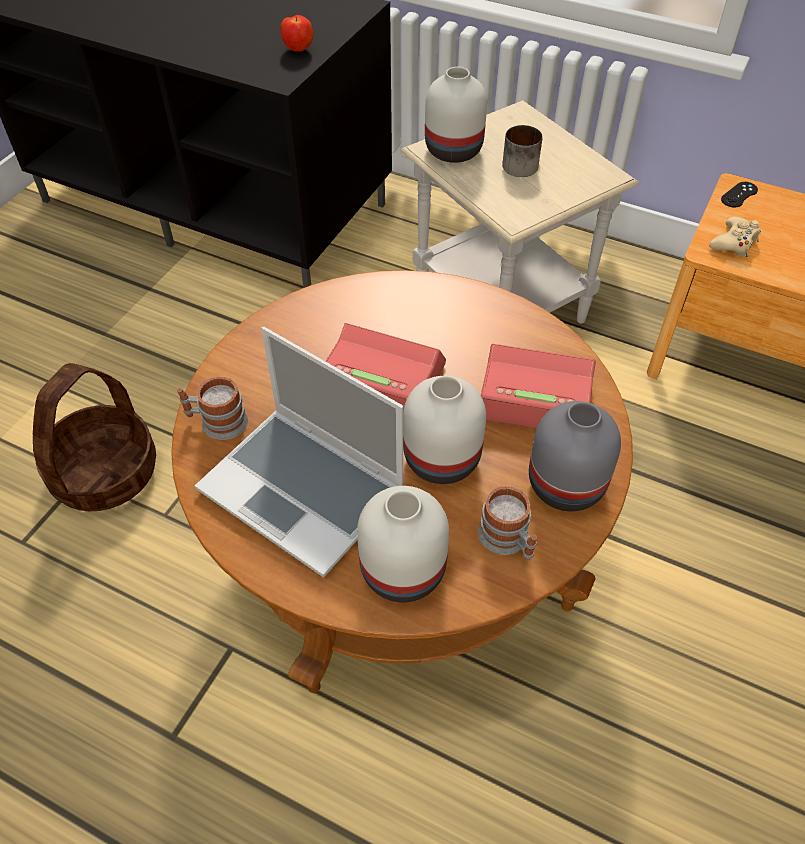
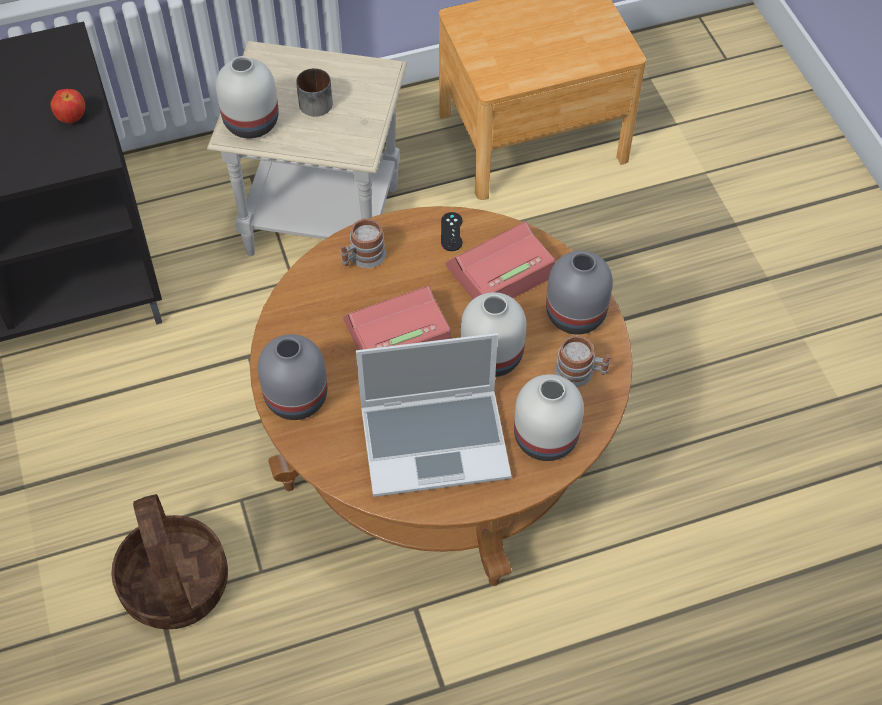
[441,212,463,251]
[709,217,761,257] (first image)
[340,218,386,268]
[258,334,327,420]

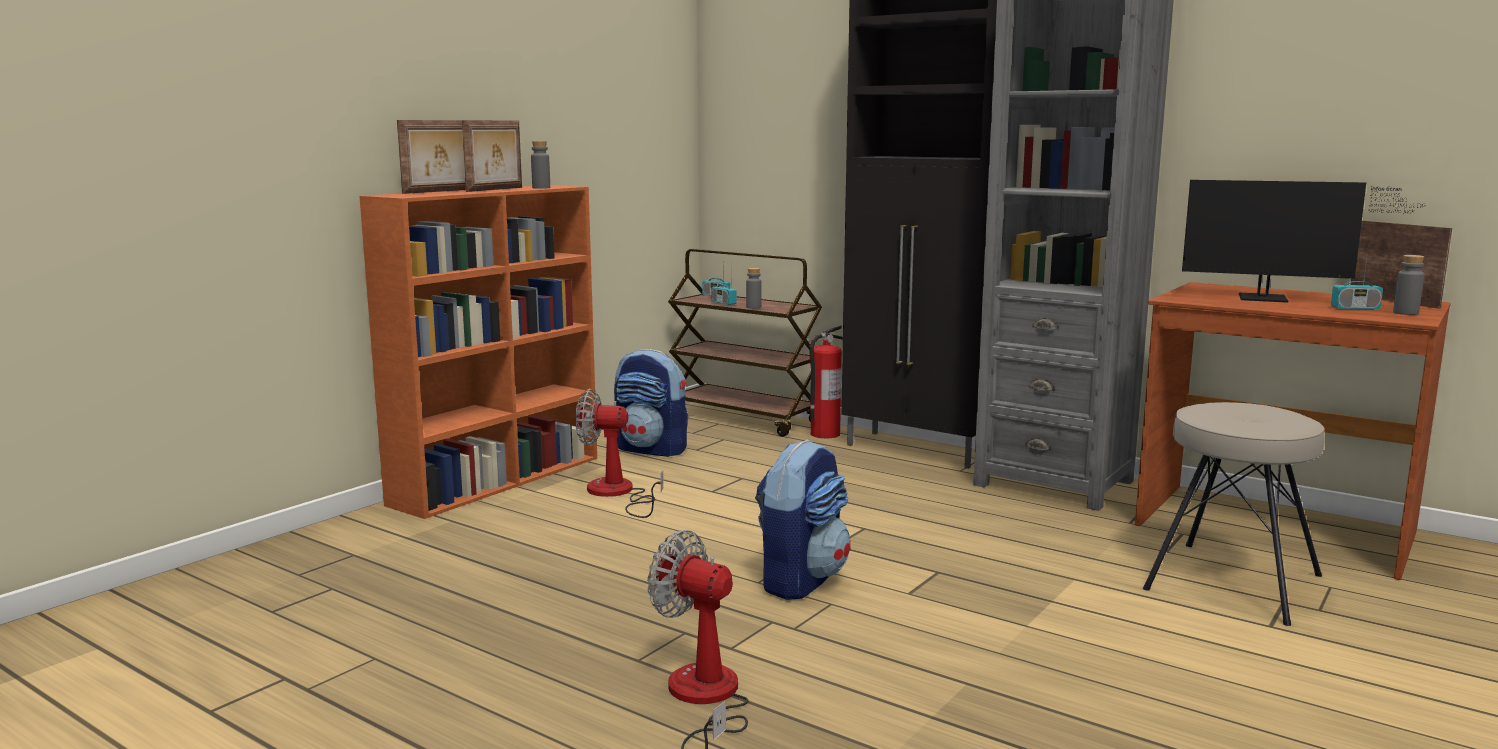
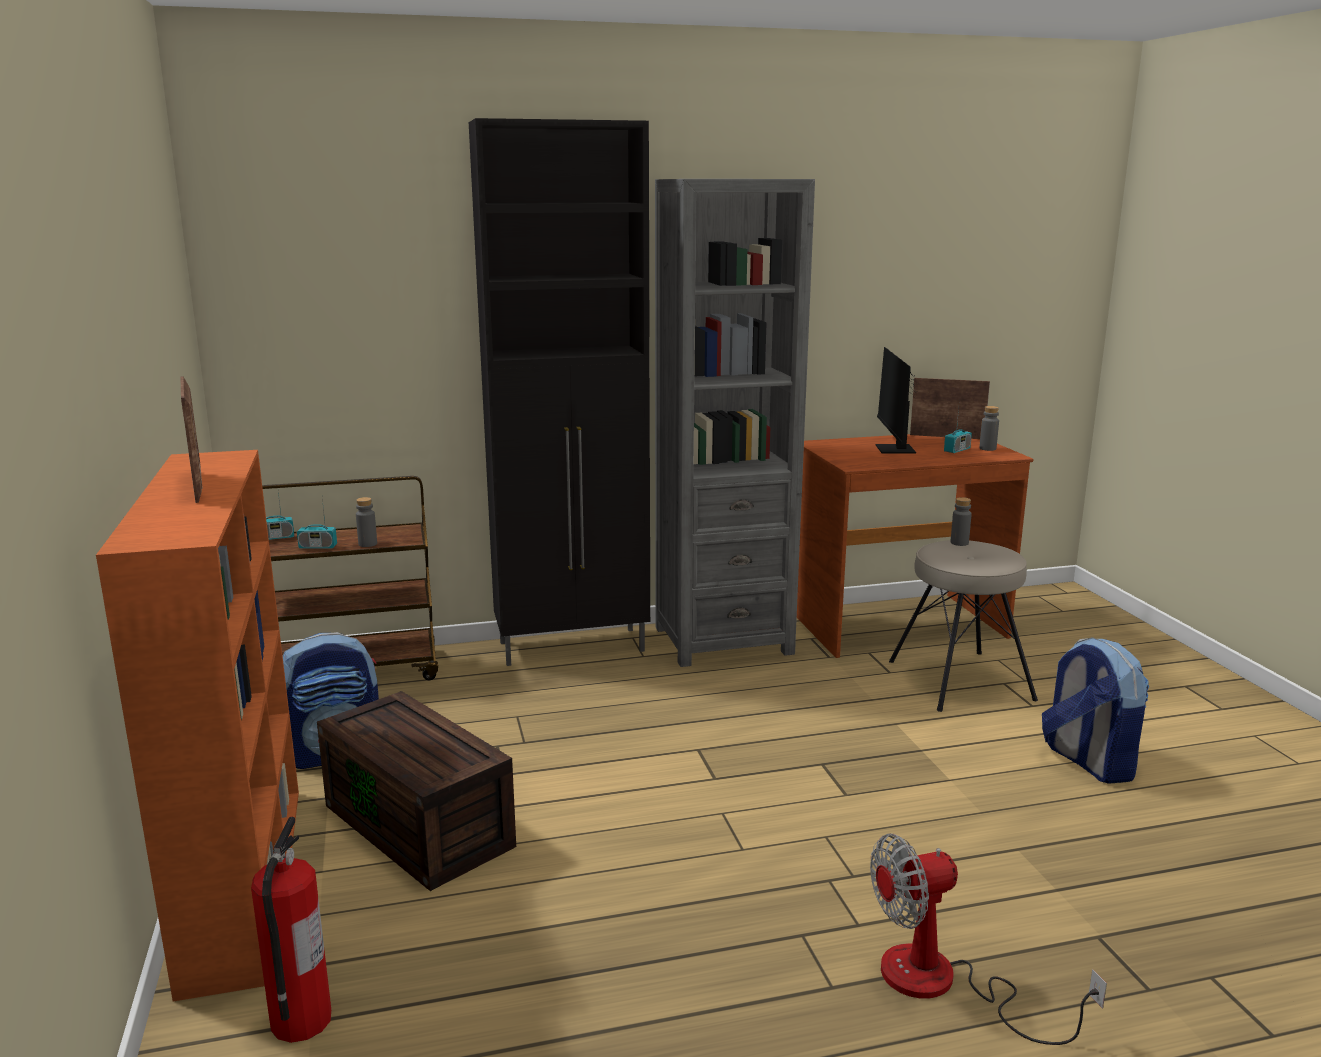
[397,120,466,194] (first image)
[951,497,972,546]
[876,347,918,454]
[251,817,331,1043]
[317,691,516,891]
[1042,637,1149,784]

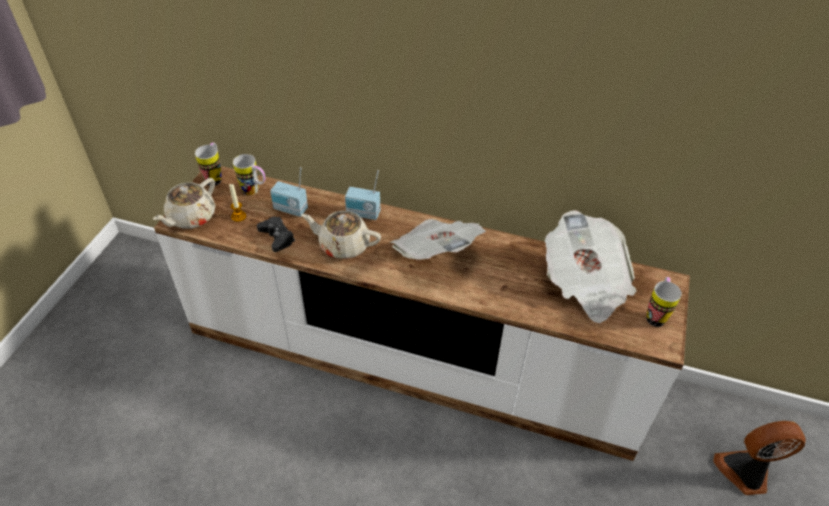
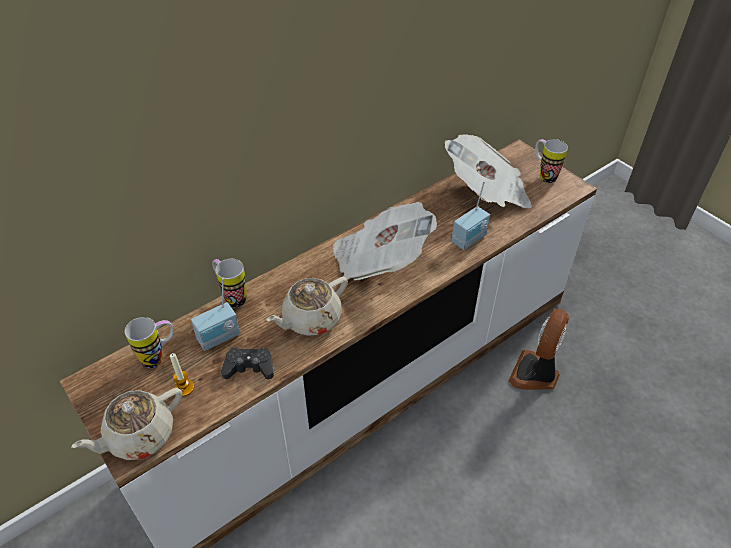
[212,259,247,308]
[451,181,490,250]
[72,388,182,460]
[509,308,569,390]

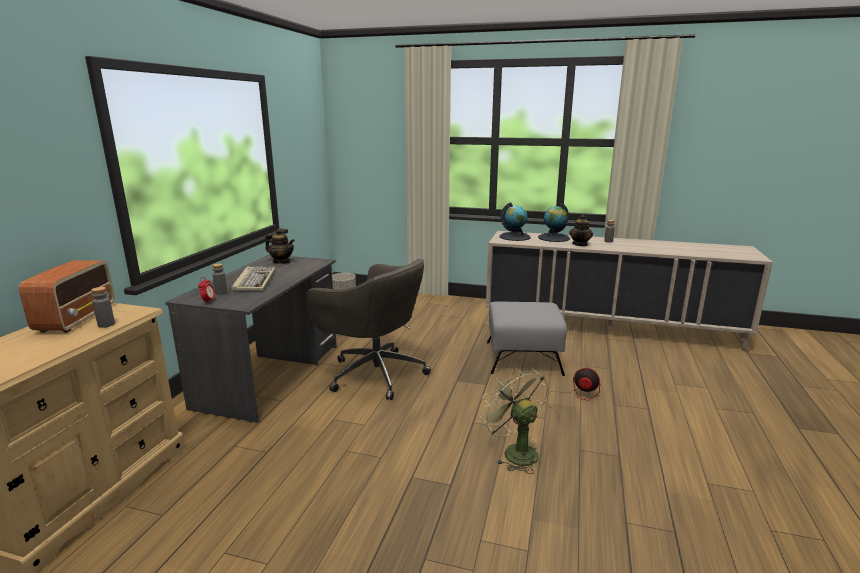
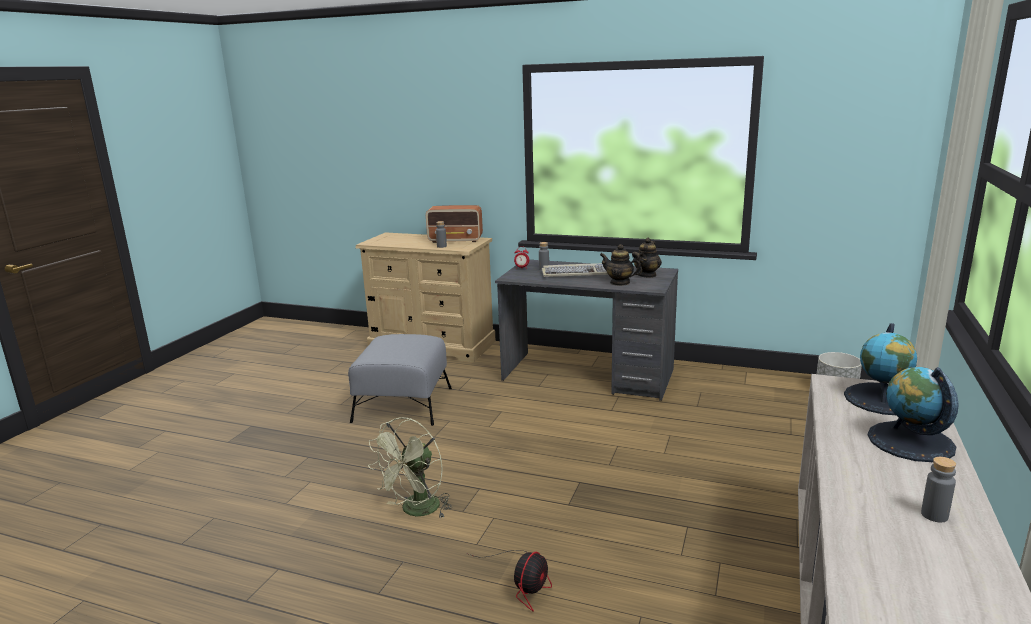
[600,244,642,286]
[306,259,431,400] (first image)
[348,334,452,426]
[368,417,452,518]

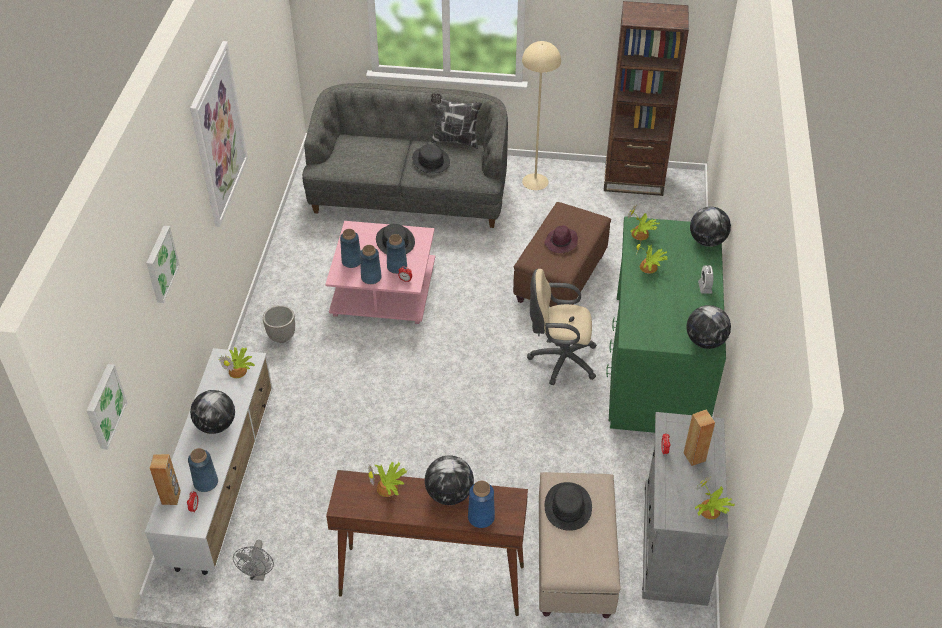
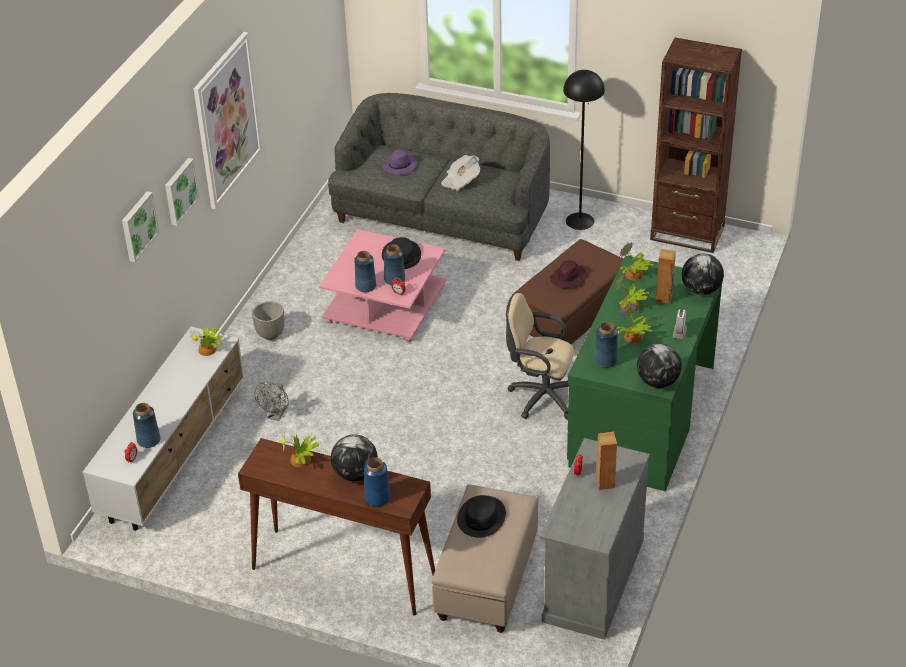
[563,70,605,230]
[431,93,482,149] (first image)
[441,155,480,191]
[594,322,618,368]
[165,158,199,226]
[190,390,235,434] (first image)
[656,249,676,304]
[617,303,652,343]
[254,382,289,421]
[382,149,417,175]

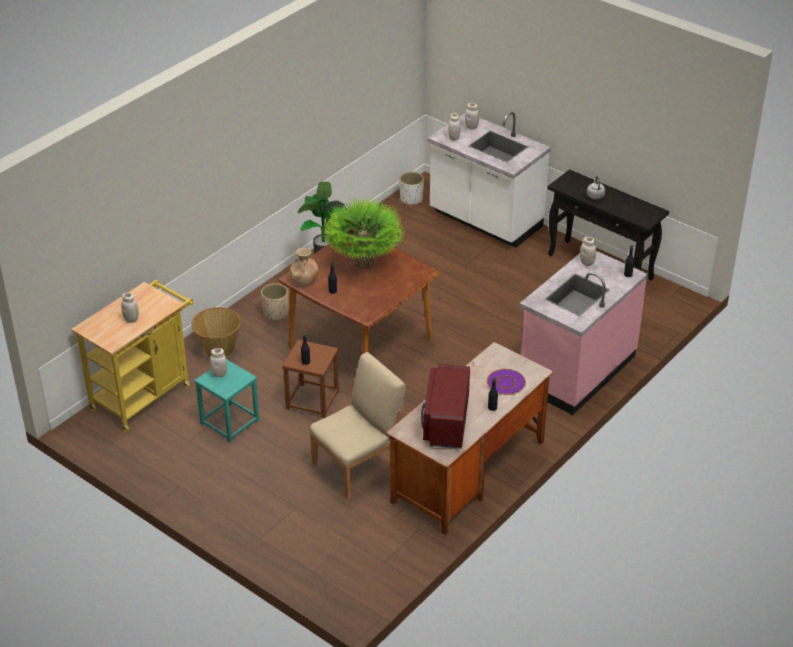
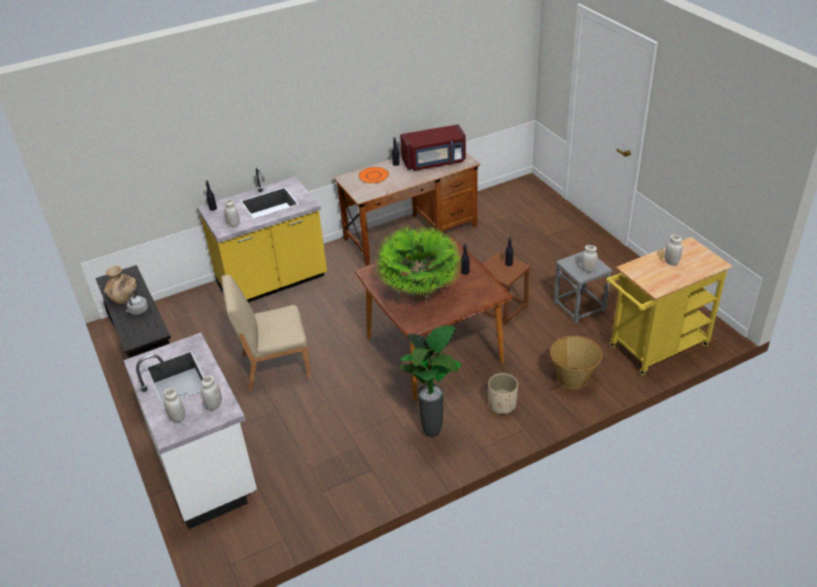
[399,172,424,205] (first image)
[104,265,137,304]
[197,167,327,302]
[221,275,311,392]
[554,251,612,323]
[400,124,466,171]
[358,167,389,184]

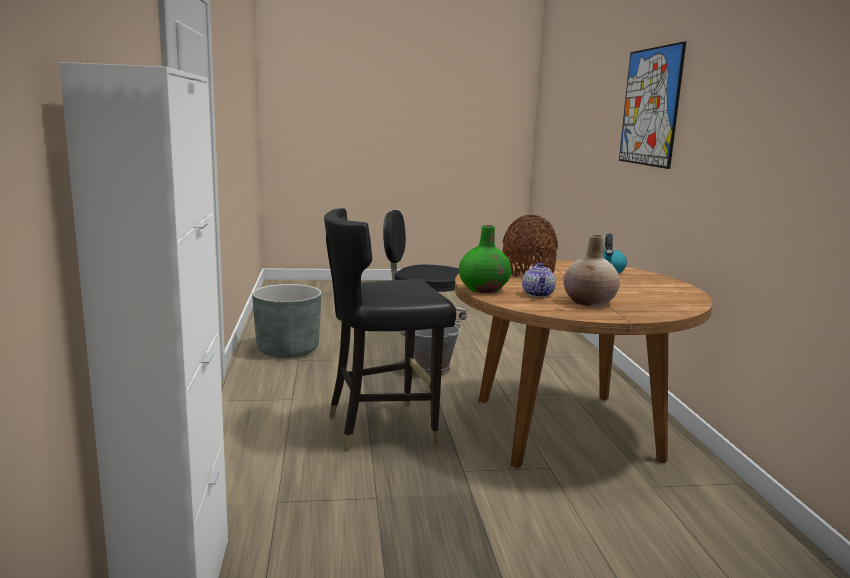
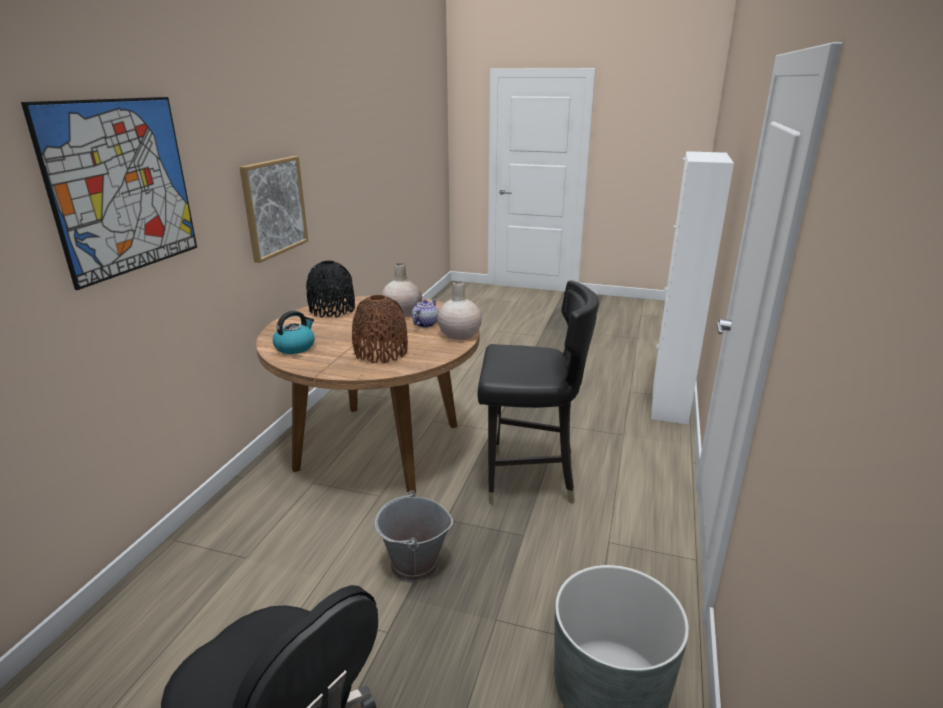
[437,281,482,340]
[239,156,308,263]
[306,261,355,318]

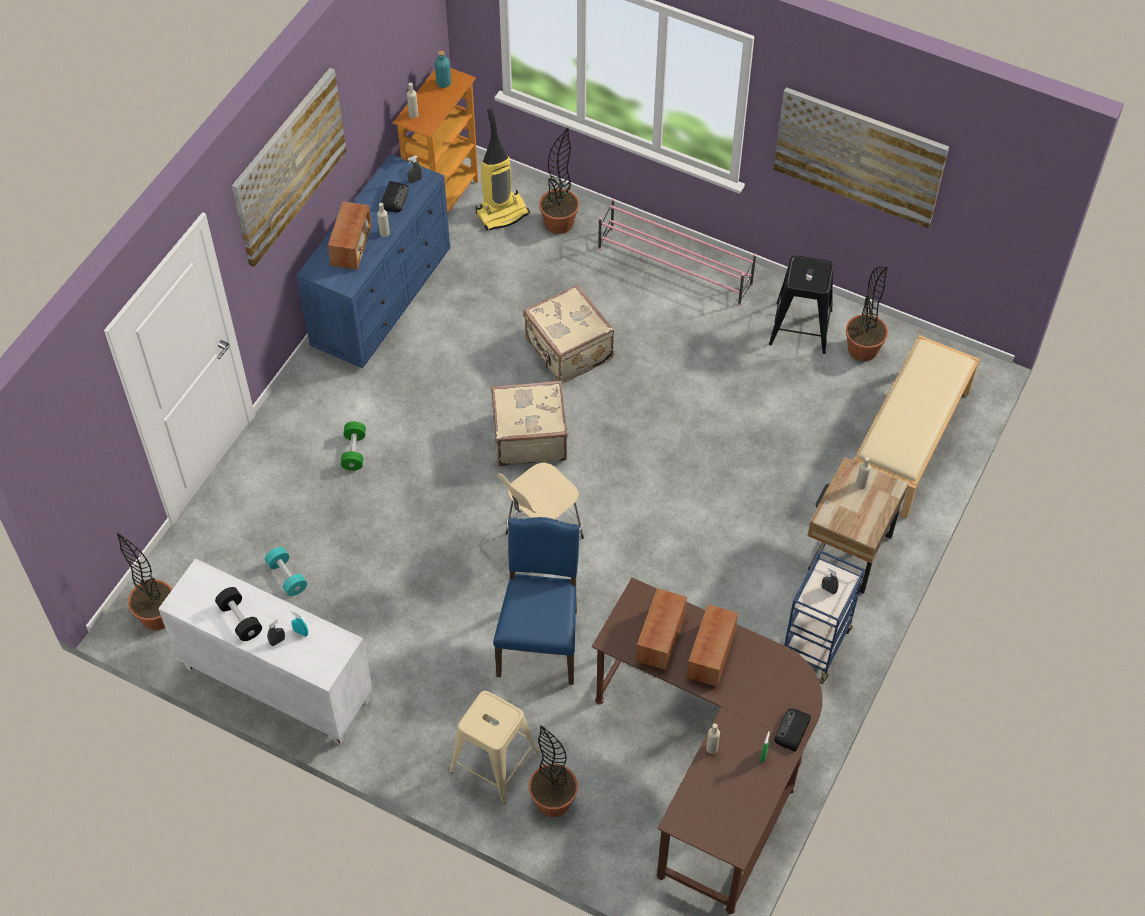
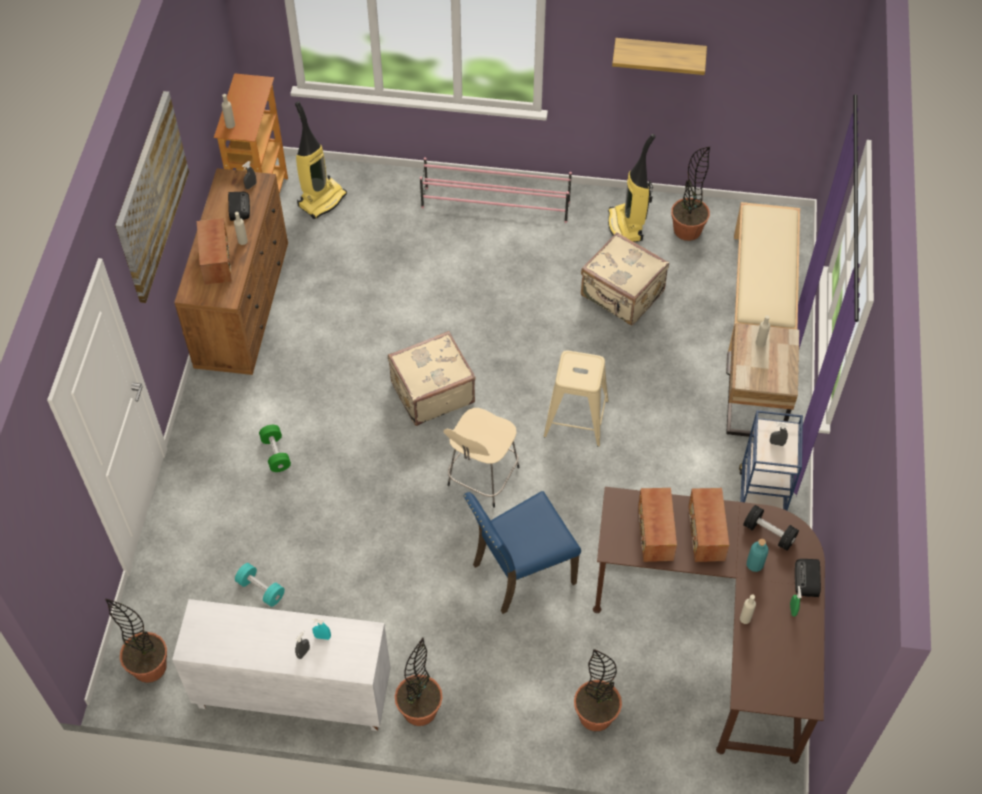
[746,539,768,572]
[612,38,707,75]
[395,638,443,726]
[174,168,288,375]
[608,134,655,242]
[581,232,669,326]
[463,491,581,614]
[743,505,799,551]
[544,351,609,447]

